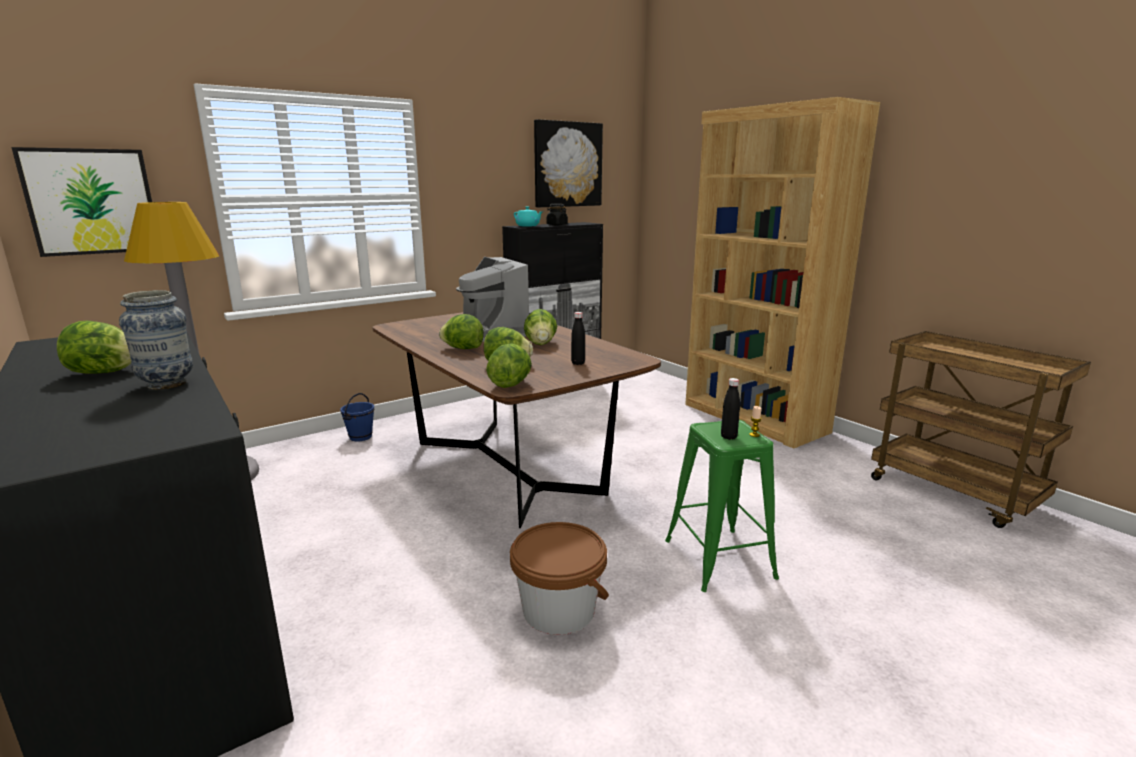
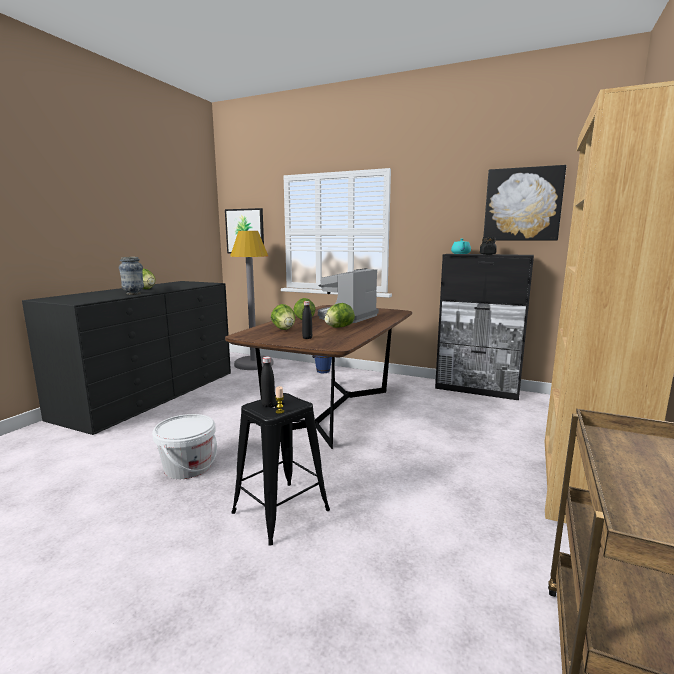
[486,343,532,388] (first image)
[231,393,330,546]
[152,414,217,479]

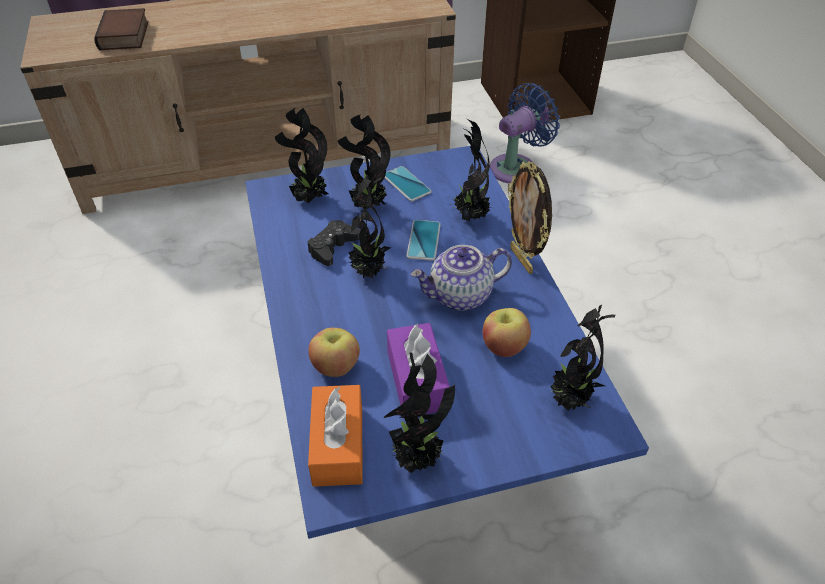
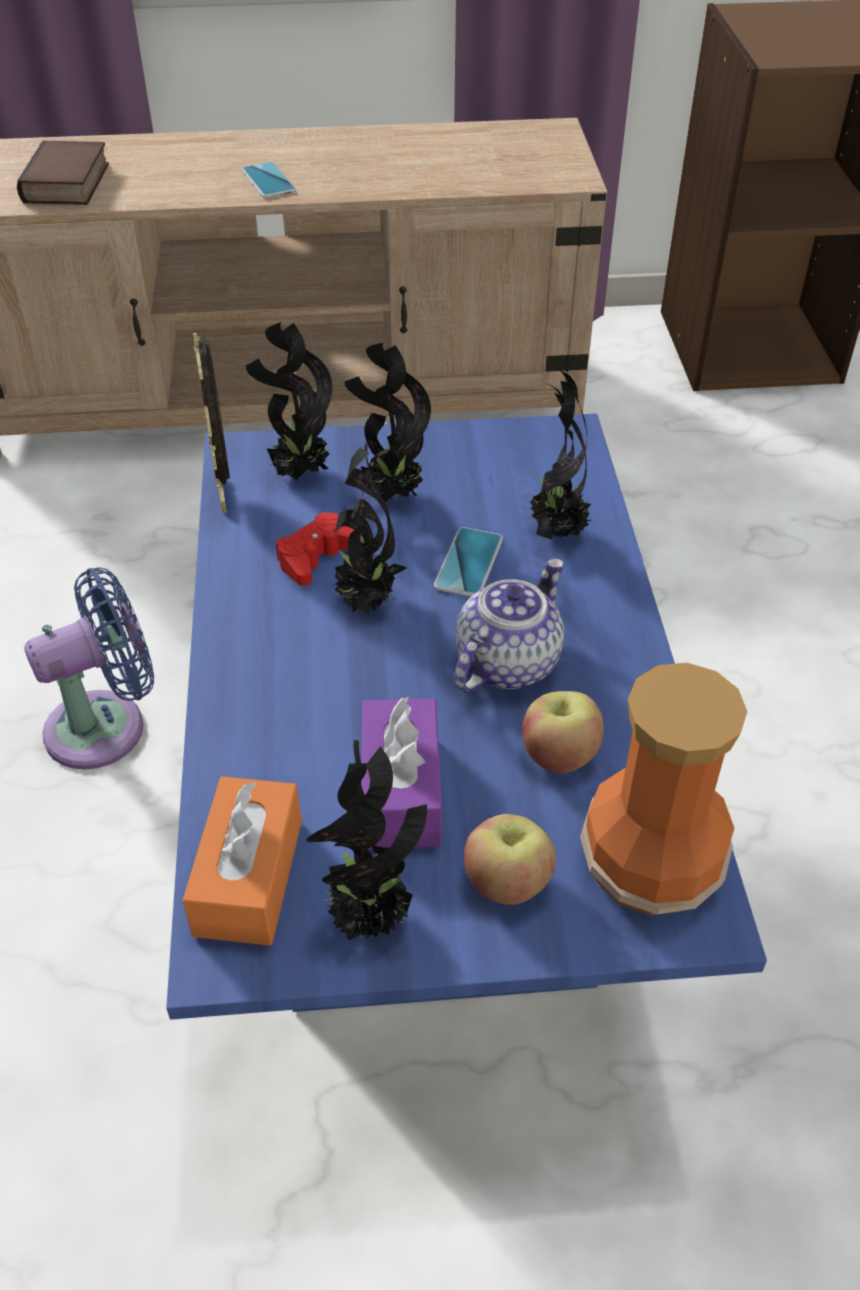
[24,567,154,769]
[193,333,230,513]
[242,162,296,198]
[276,512,361,586]
[454,559,564,693]
[580,663,748,915]
[464,814,556,905]

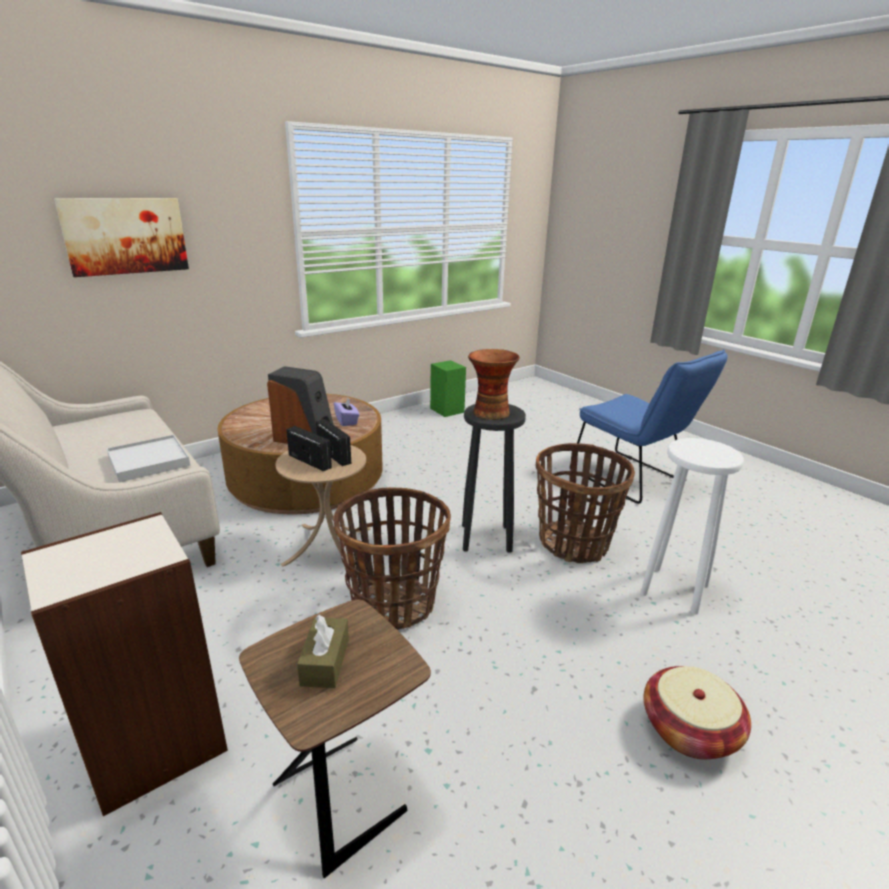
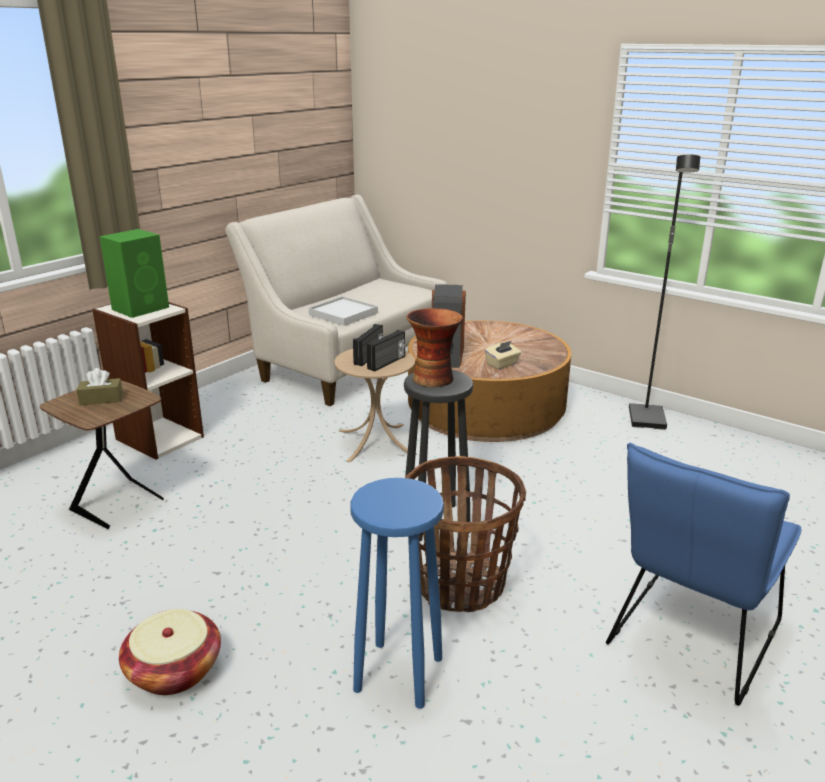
[54,198,189,277] (first image)
[99,229,169,318]
[485,341,521,369]
[350,478,444,709]
[333,487,451,630] (first image)
[629,155,700,430]

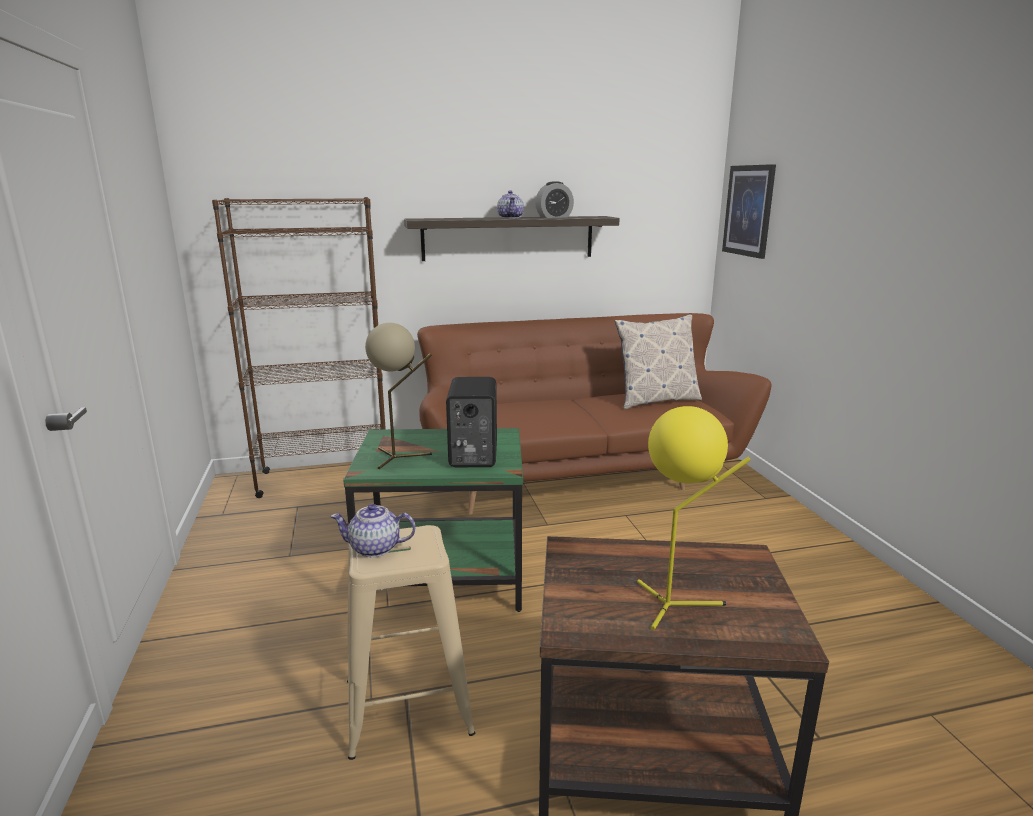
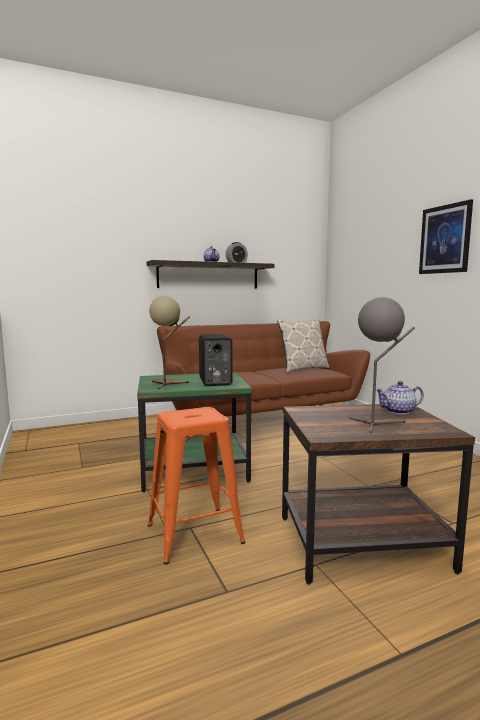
[419,199,473,274]
[212,197,386,498] (first image)
[349,297,415,433]
[376,381,424,414]
[148,407,245,564]

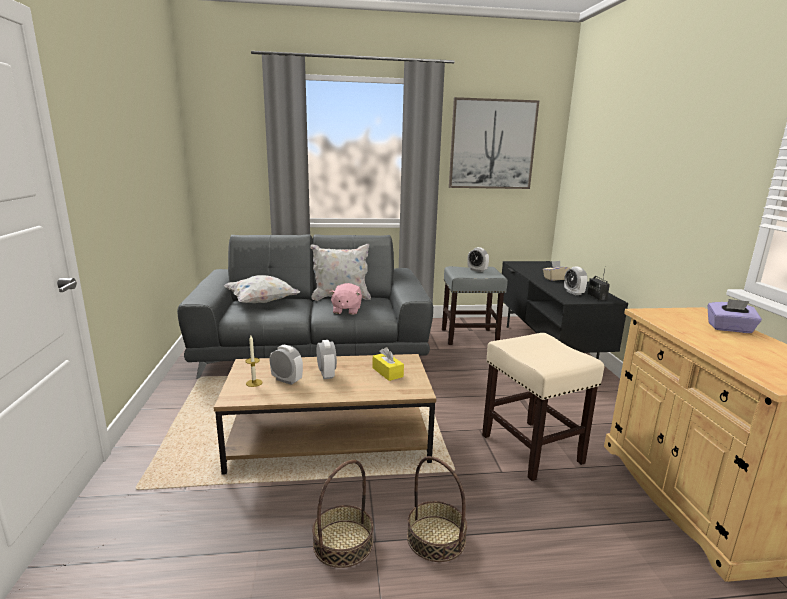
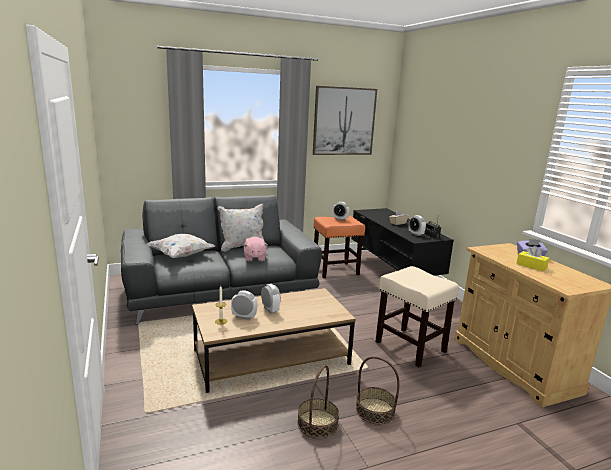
[314,216,365,278]
[516,246,550,271]

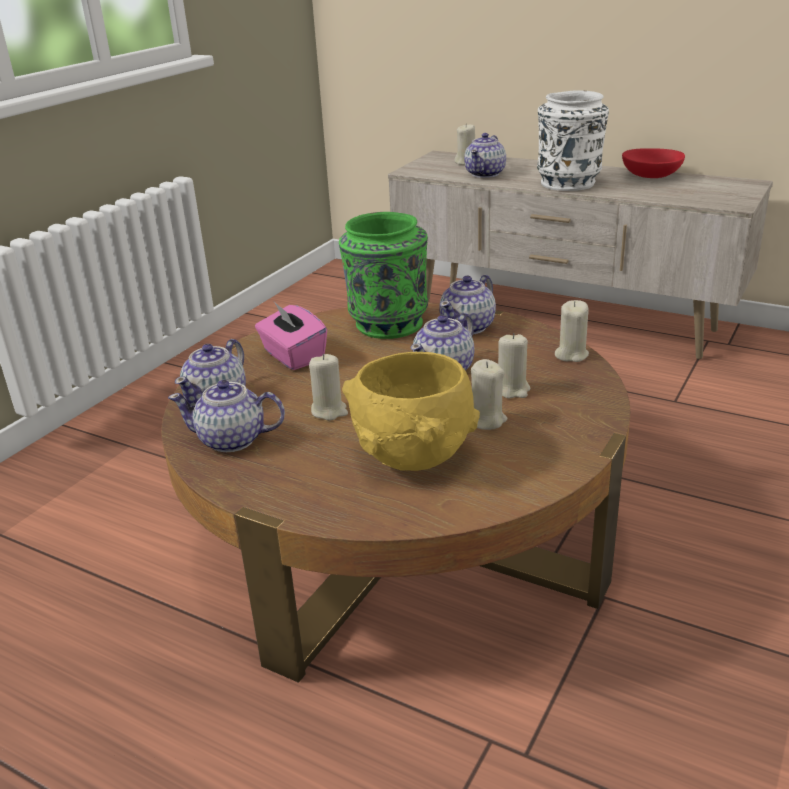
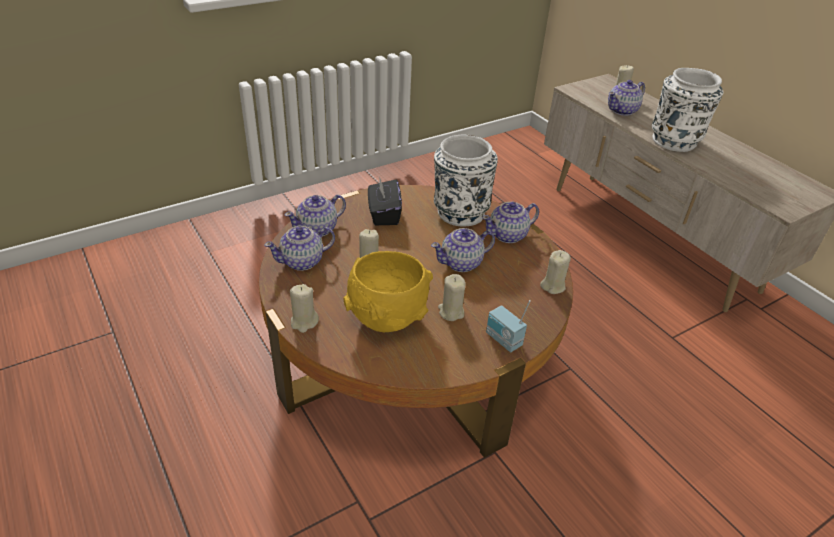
[622,148,685,178] (first image)
[434,135,498,227]
[368,179,402,225]
[290,284,319,333]
[264,226,335,271]
[486,300,531,352]

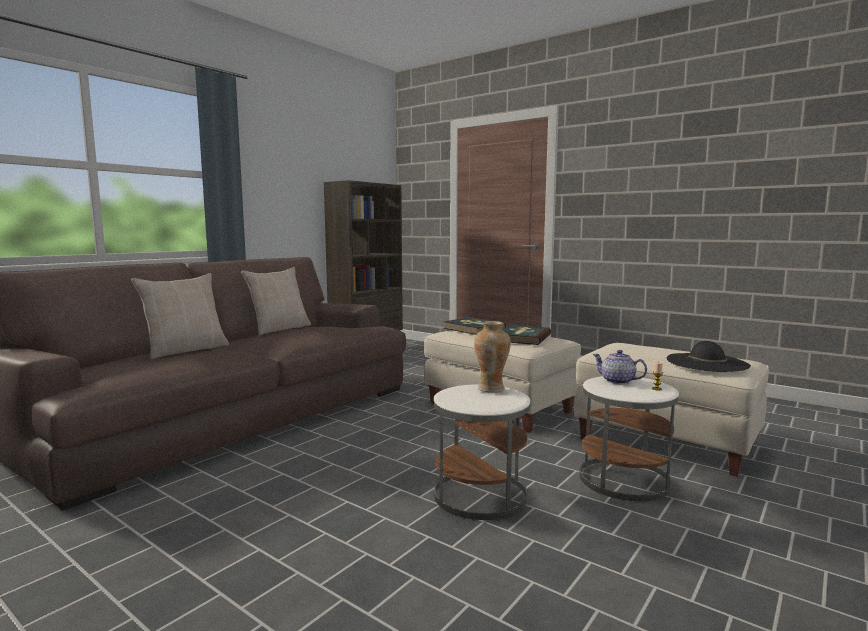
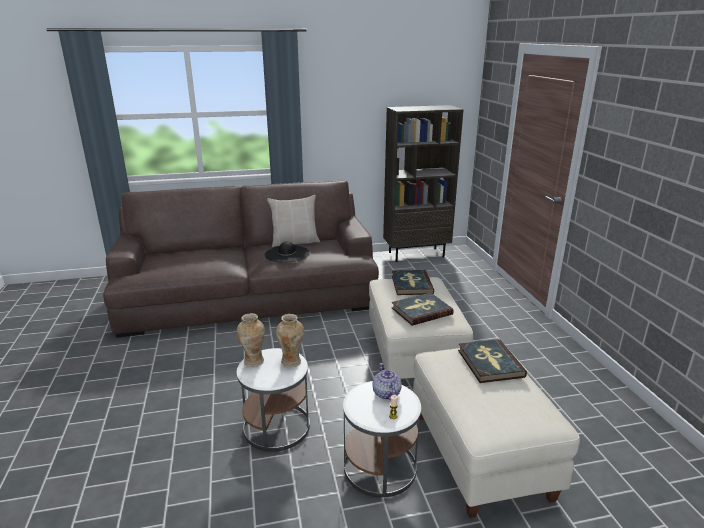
[131,273,229,359] (first image)
[265,241,309,263]
[237,313,265,367]
[458,339,527,383]

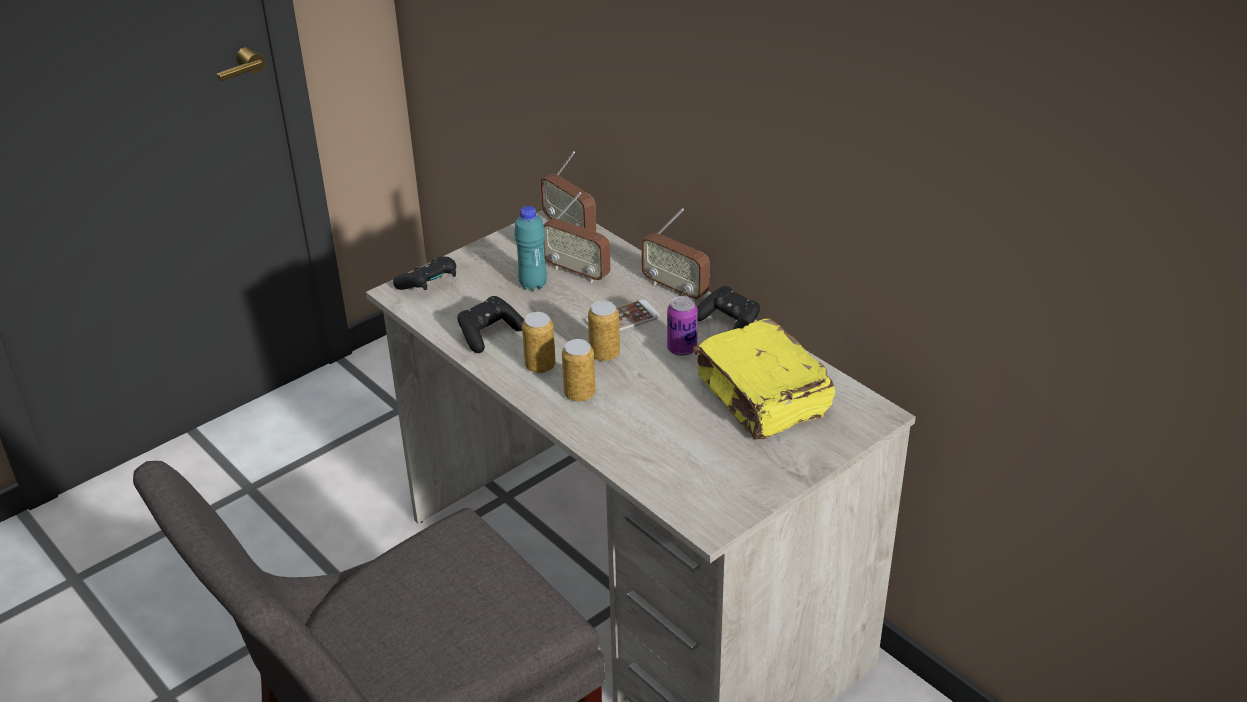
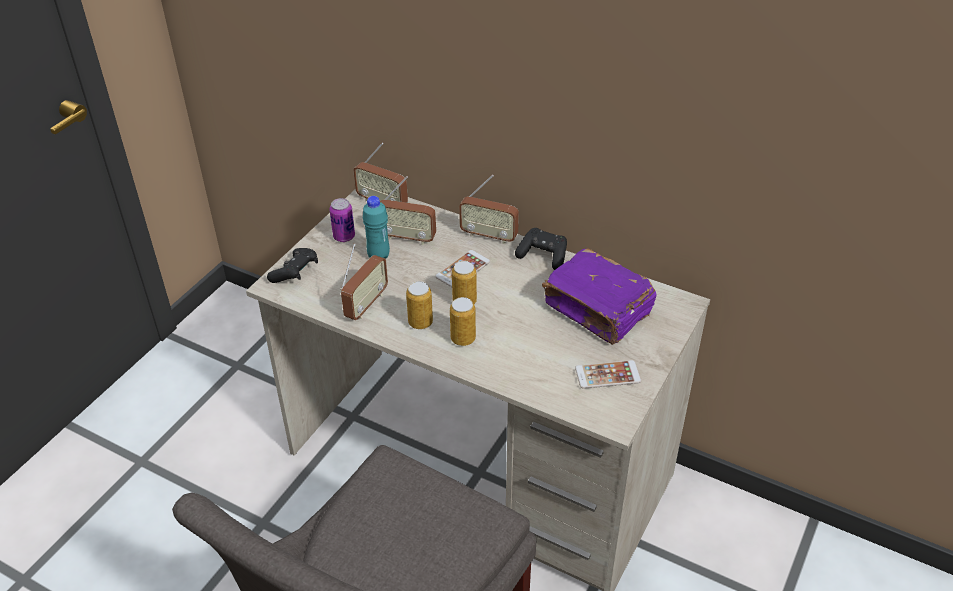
[340,243,388,320]
[329,198,355,242]
[542,248,657,345]
[575,360,641,389]

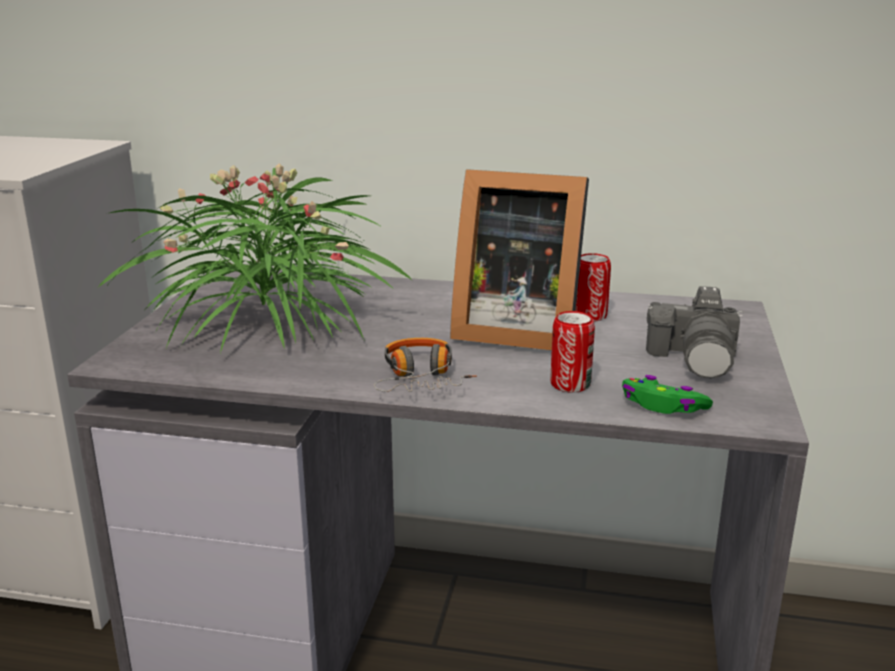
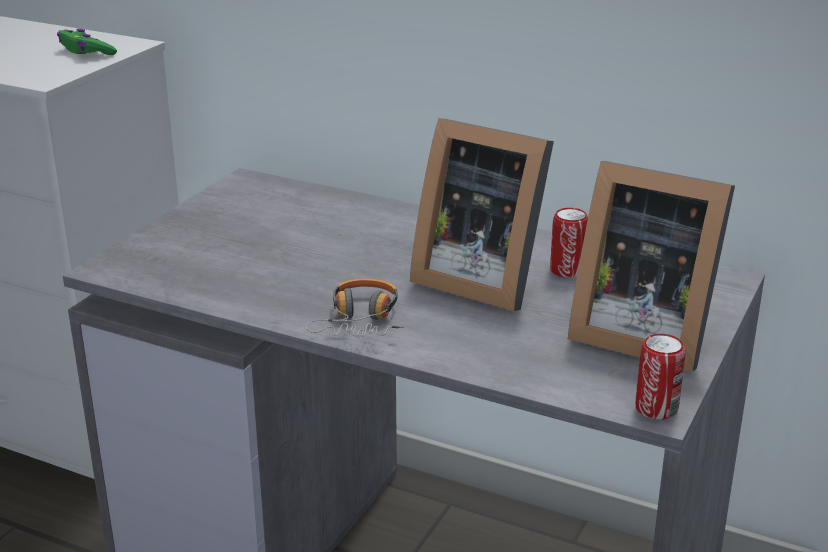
[98,163,412,353] (first image)
[568,161,735,371]
[635,334,685,420]
[57,29,117,55]

